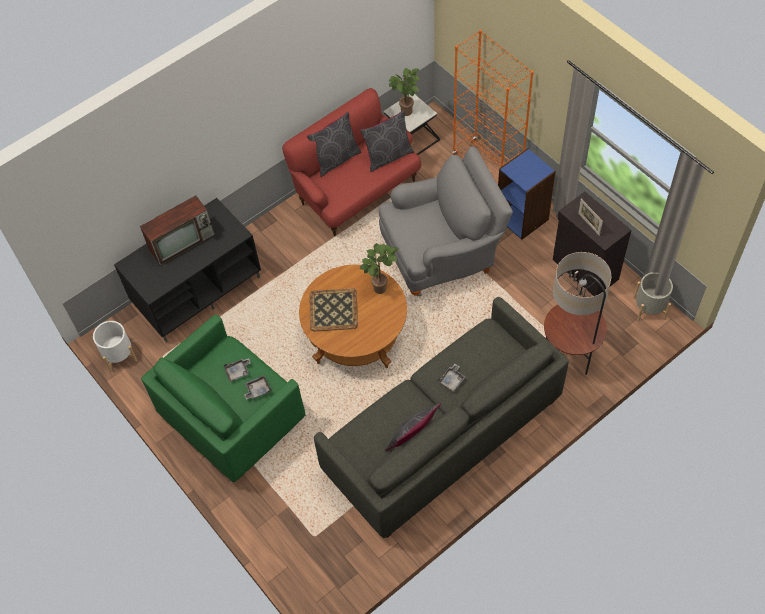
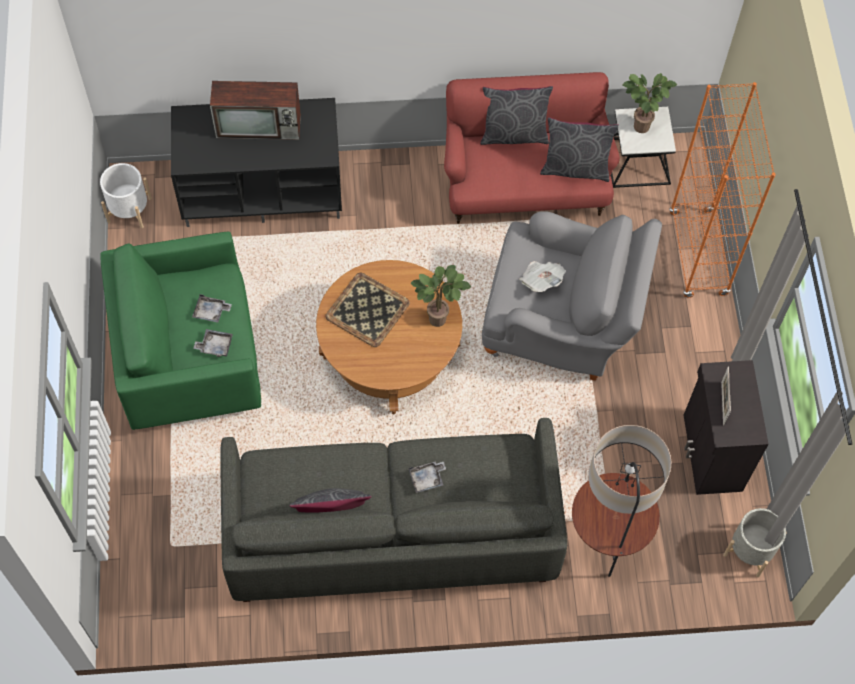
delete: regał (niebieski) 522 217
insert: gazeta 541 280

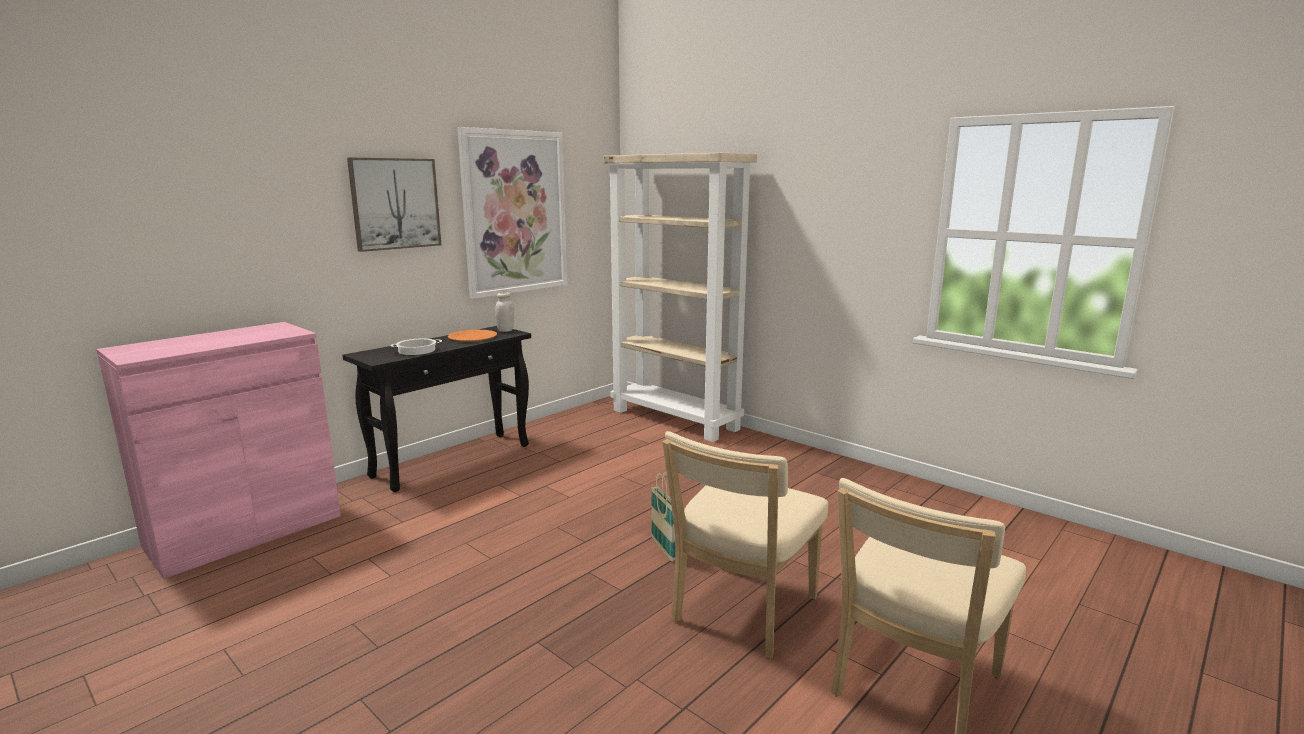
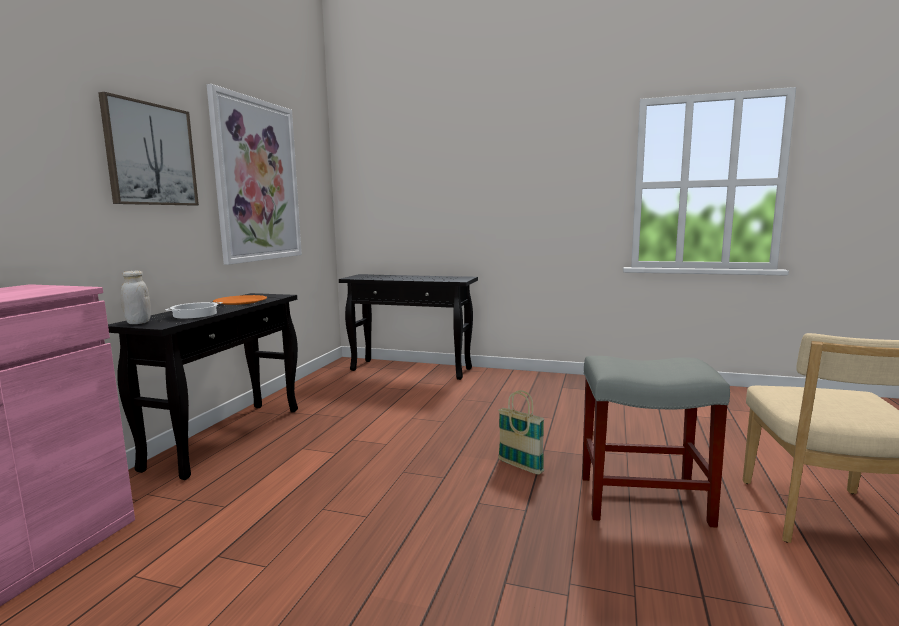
move: słoik (biały) 505 330 to 138 322
replace: regał (beżowy) 676 419 to stolik konsolowy (czarny) 412 369; krzesło (beżowy) 741 613 to stołek (szary) 641 500

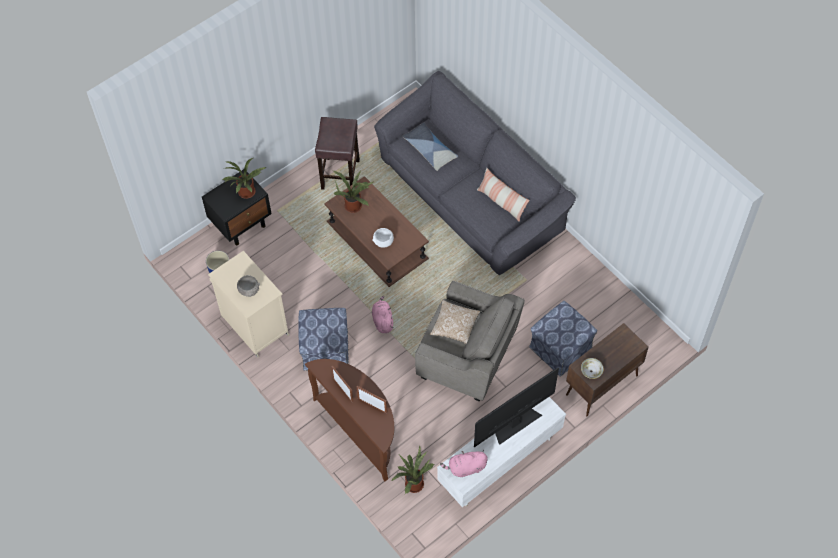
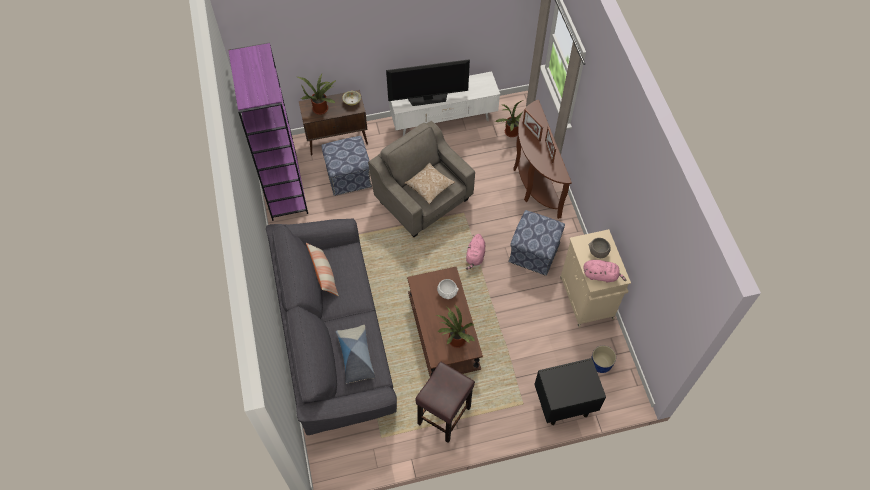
insert: regał (fioletowy) 284 188
move: roślina doniczkowa 246 194 to 321 108; pluszak (różowy) 465 468 to 601 275

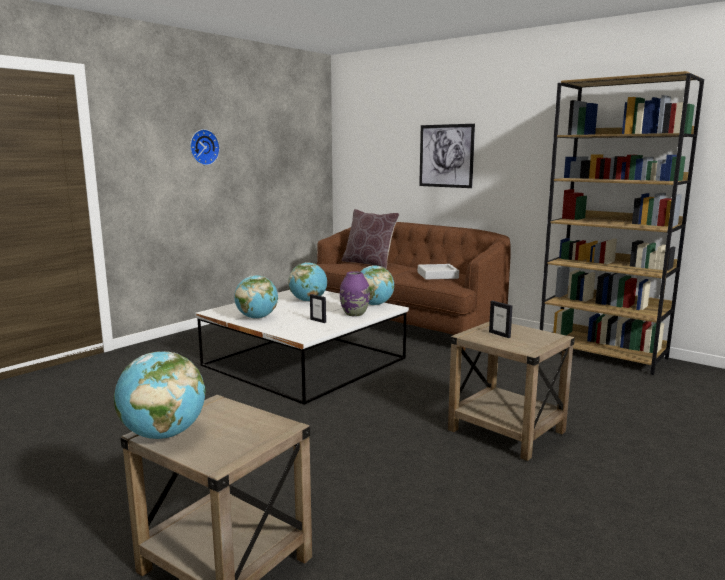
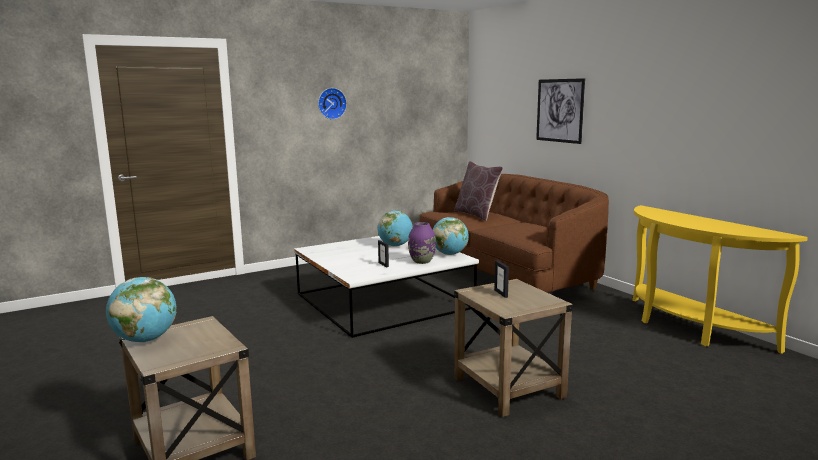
delete: globus 257 318; taca (szary) 437 275
replace: regał (brązowy) 602 354 to stolik konsolowy (żółty) 688 328

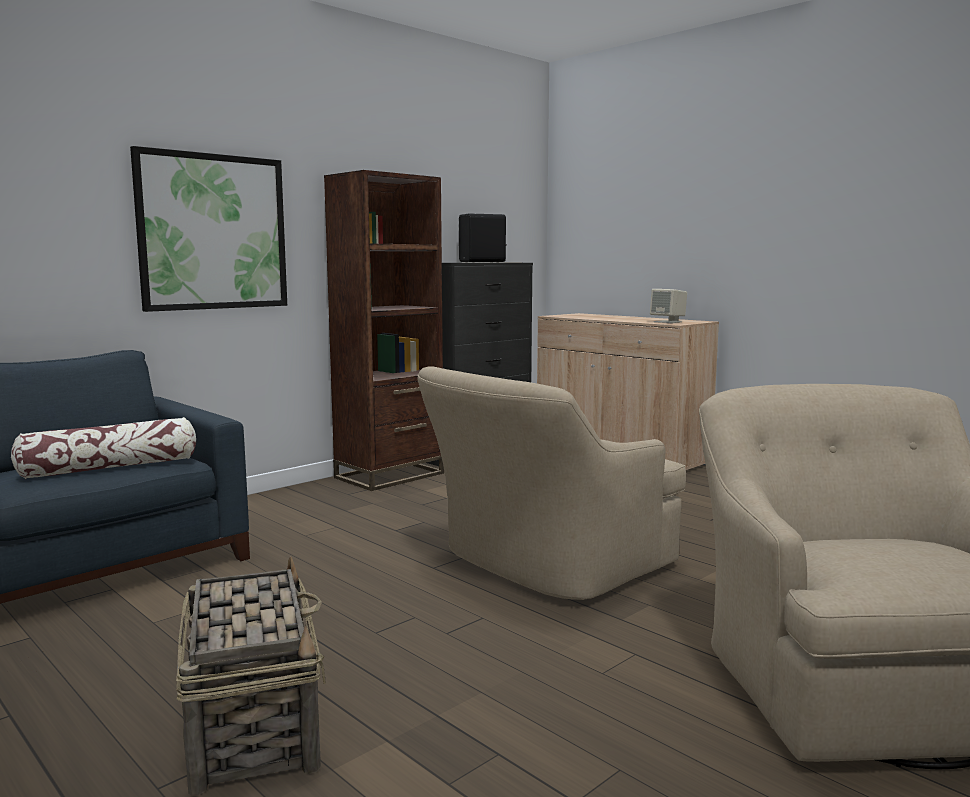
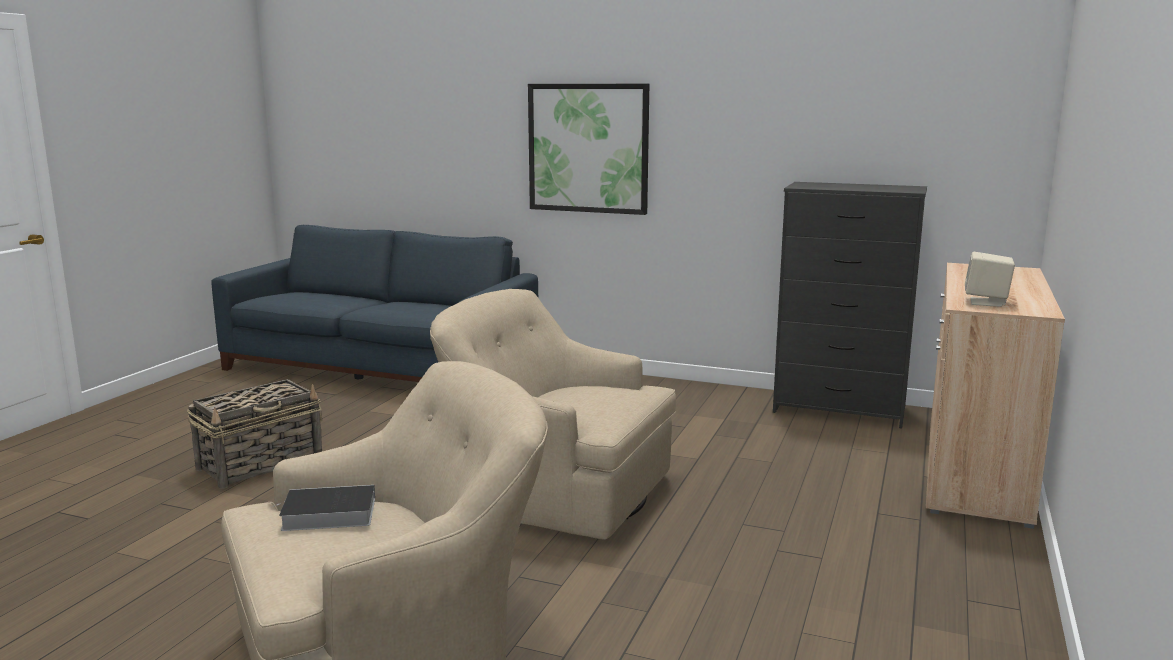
delete: poduszka 110 467; regał (brązowy) 390 475; głośnik (czarny) 483 262
insert: książka 326 514

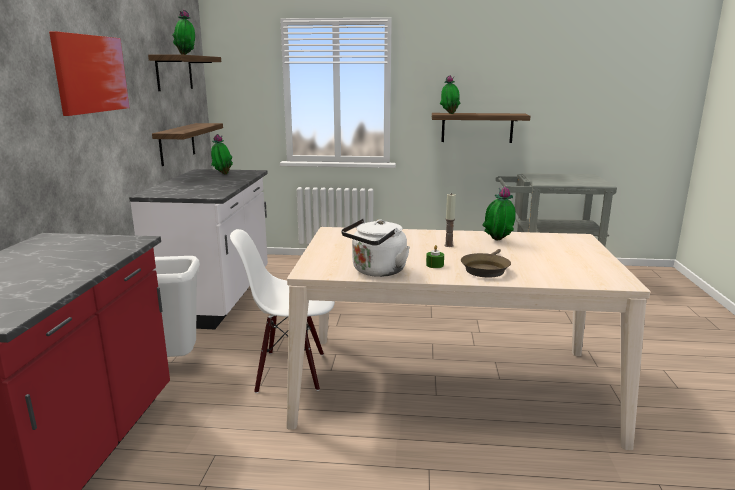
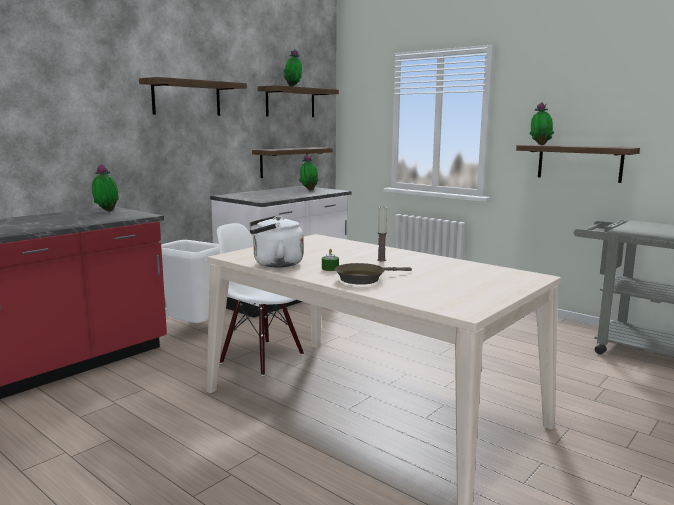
move: roślina doniczkowa 497 241 to 106 211
replace: obraz 91 74 to półka 186 98

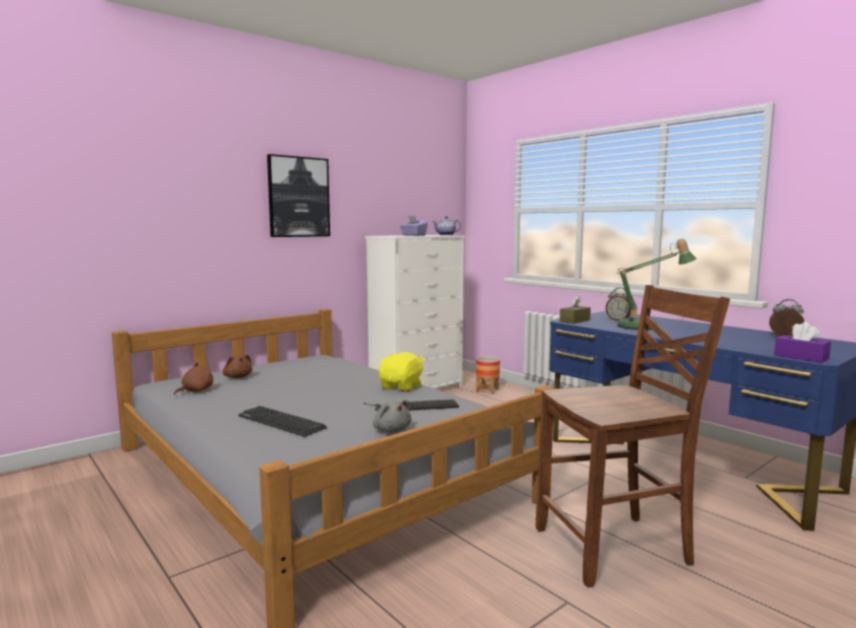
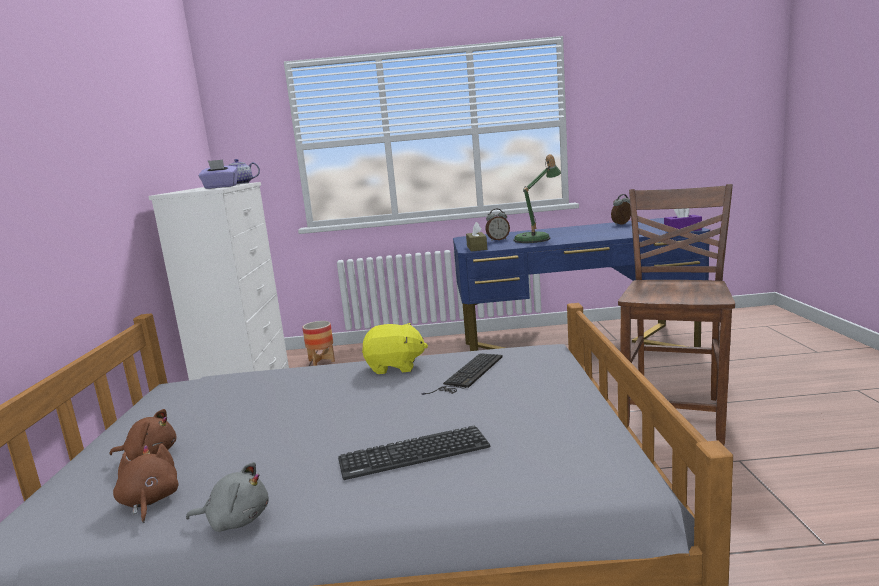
delete: obraz 298 197
move: pluszak (szary) 391 430 to 236 520
rotate: pluszak (żółty) 401 387 = 395 367 120 degrees clockwise

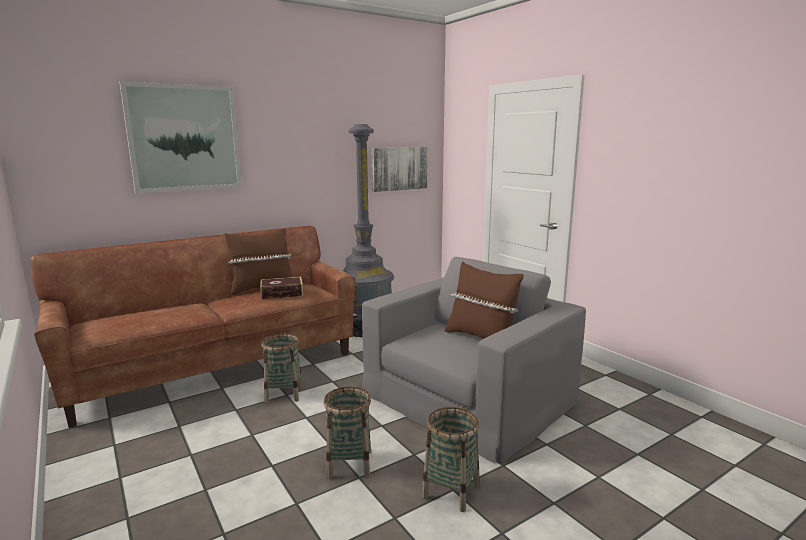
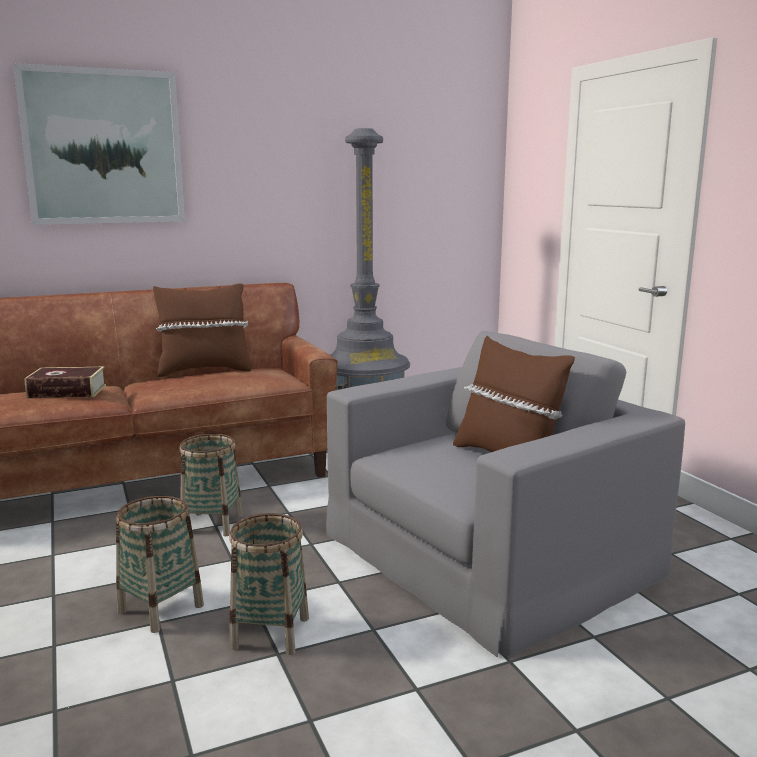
delete: obraz 399 168
move: książka 282 293 to 67 391; koszyk 450 491 to 160 608

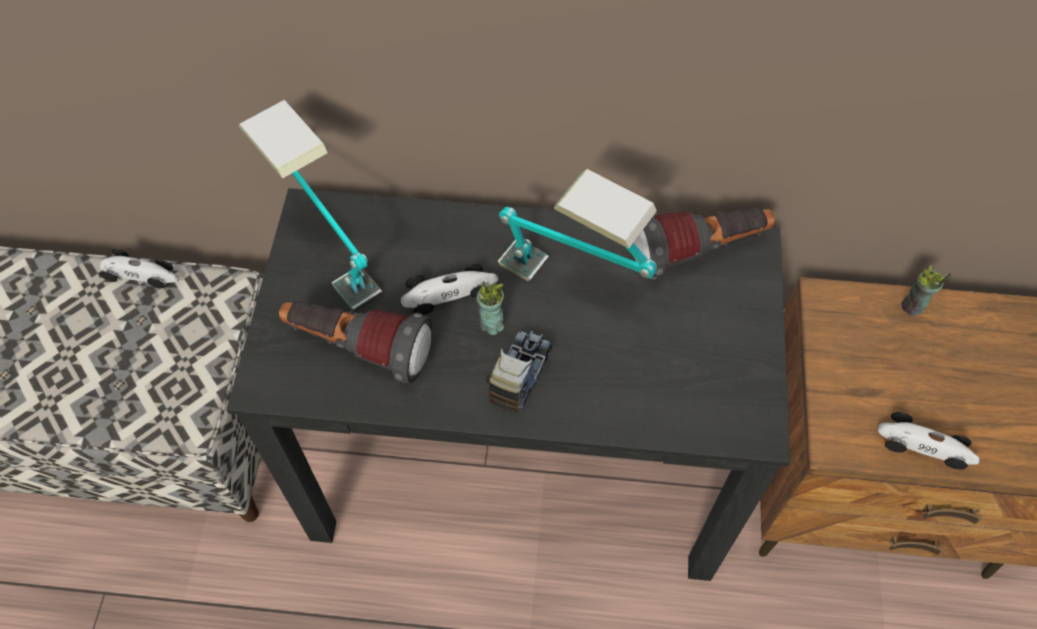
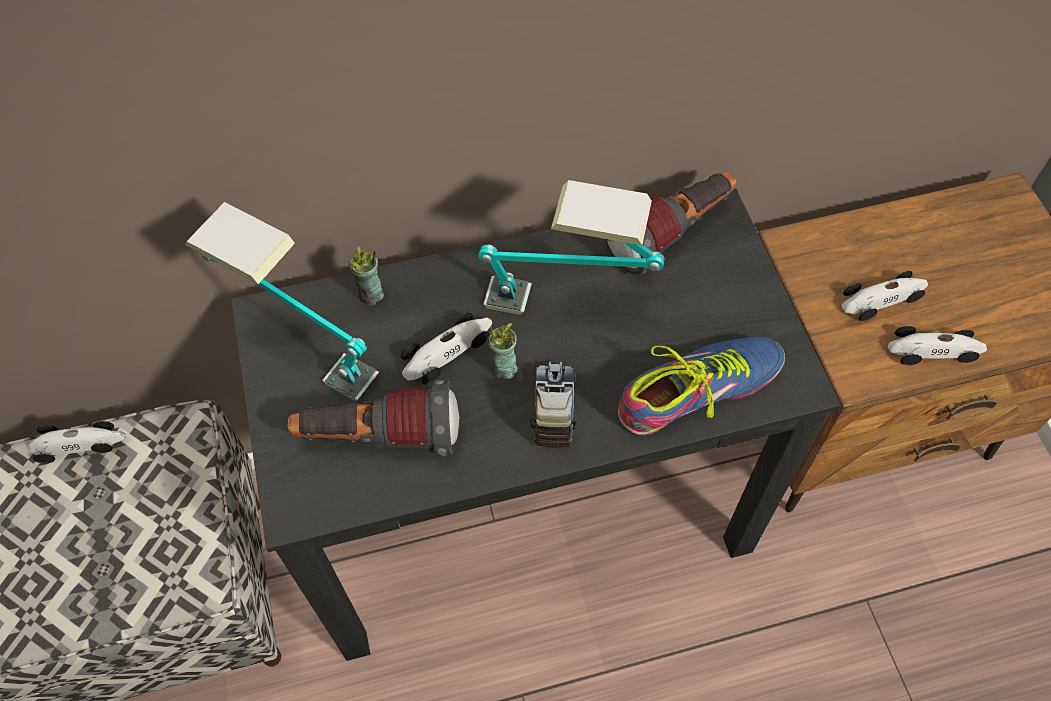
insert: but 697 390; samochodzik 883 299
move: filiżanka 912 307 to 371 295

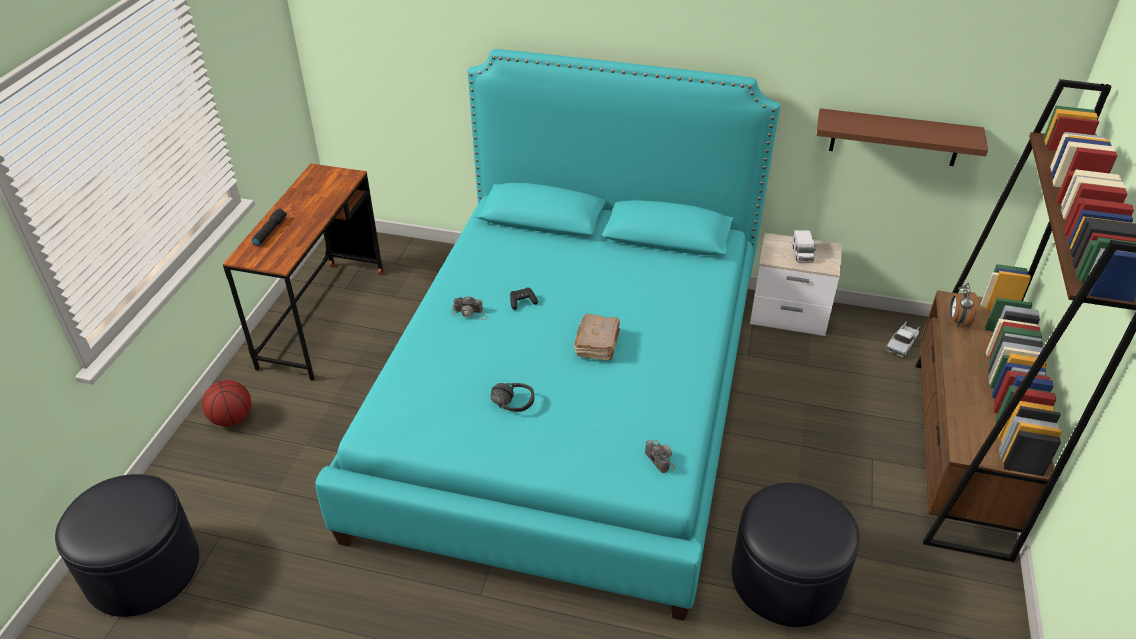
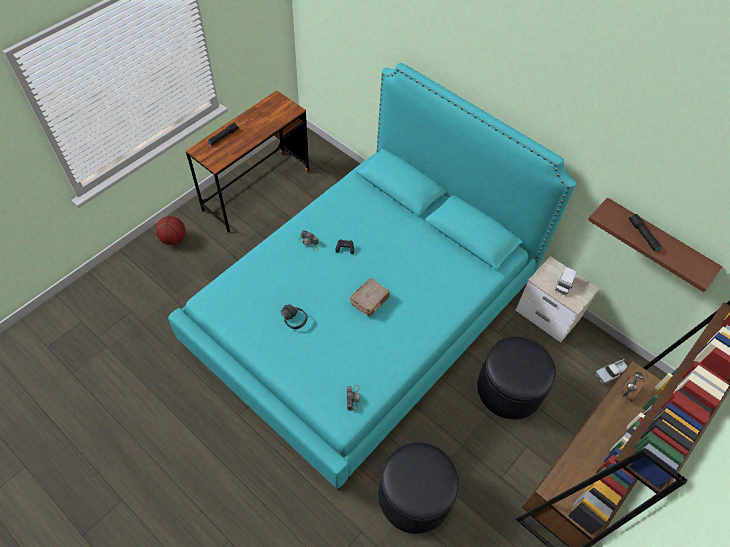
insert: latarka (czarny) 642 235
move: pufa (czarny) 143 568 to 509 388

